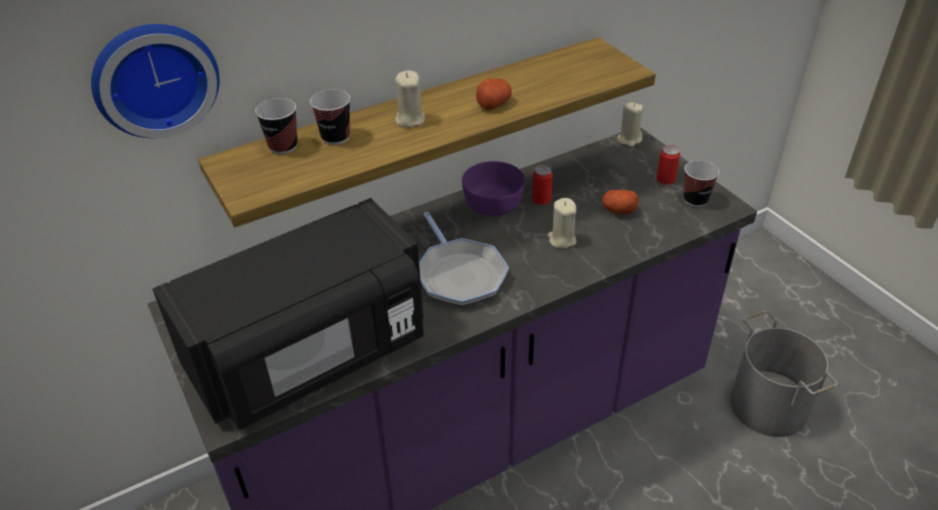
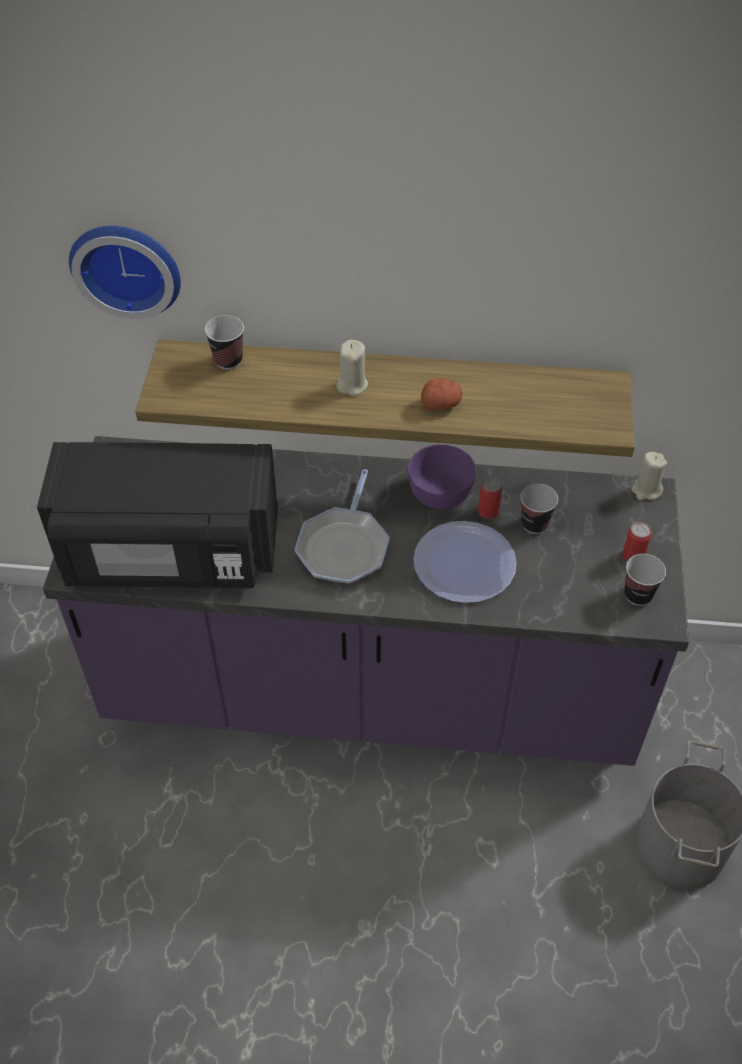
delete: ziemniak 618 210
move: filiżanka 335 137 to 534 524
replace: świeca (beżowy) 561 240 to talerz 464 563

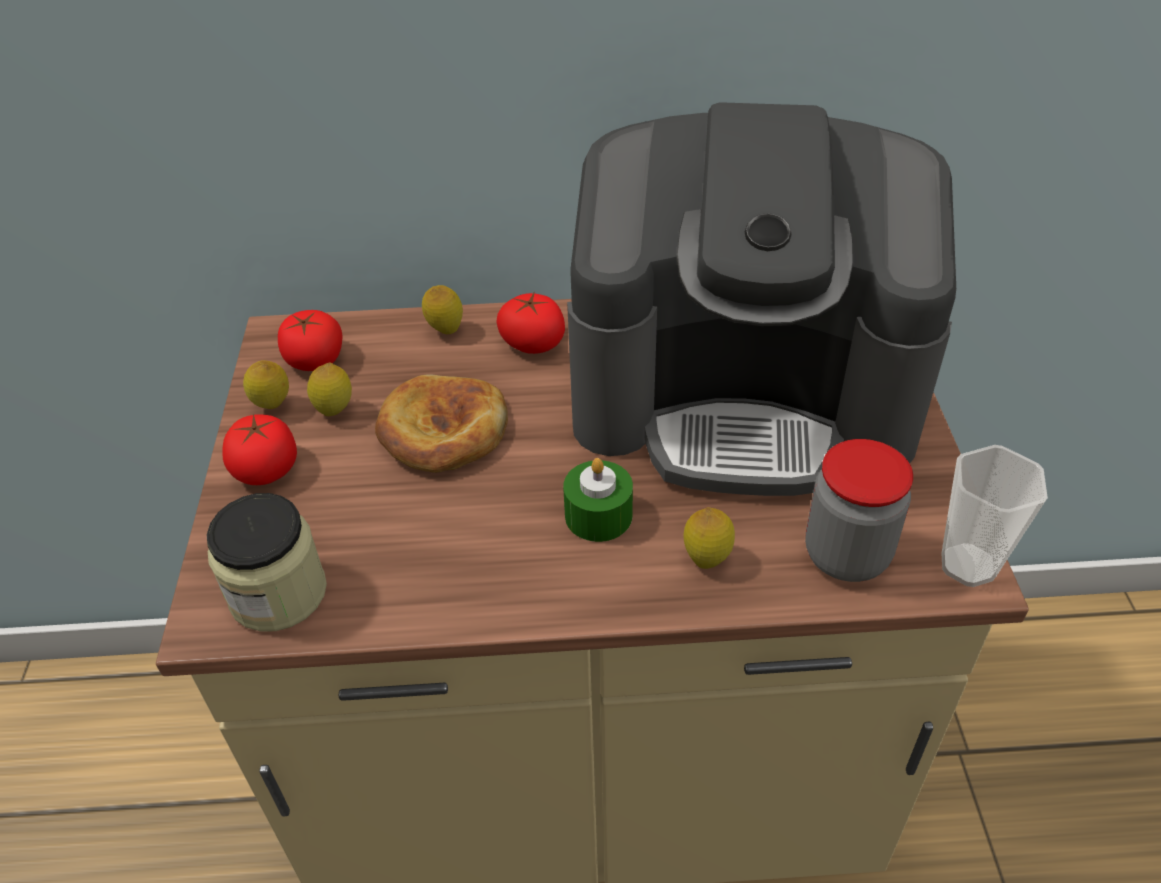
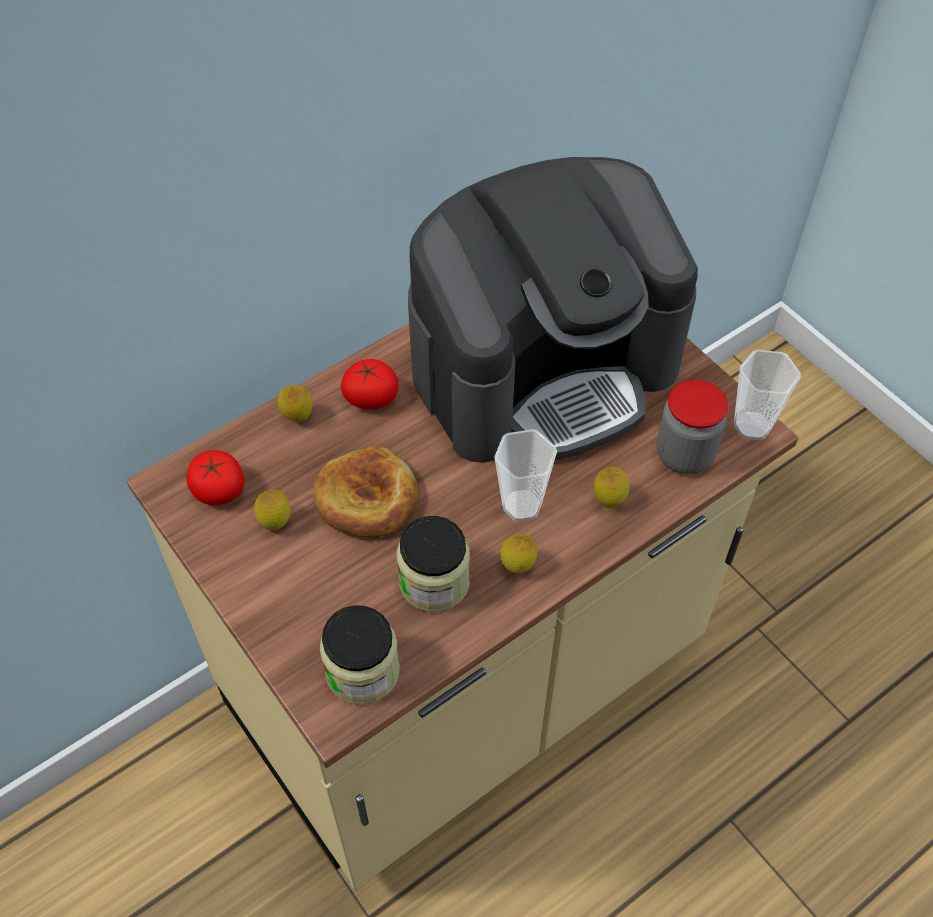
delete: pomidor 266 468
insert: słoik 434 582
move: cytryna 273 407 to 517 566
replace: świeca (zielony) 598 515 to filiżanka 522 505

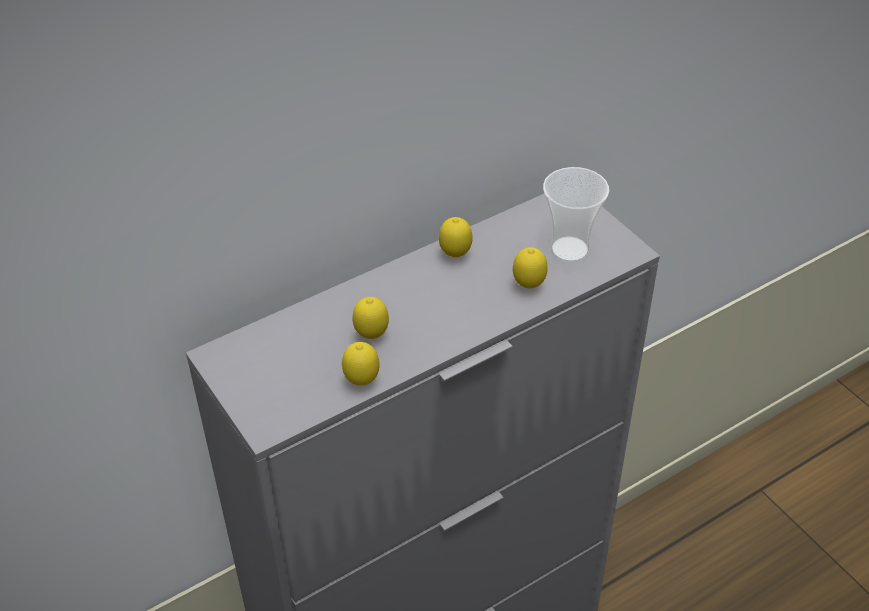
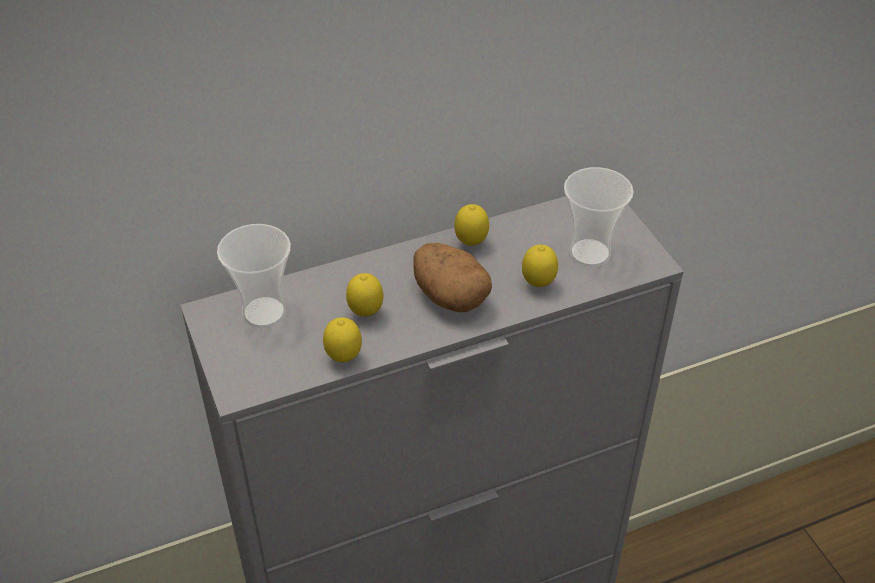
insert: filiżanka 264 313; ziemniak 450 296

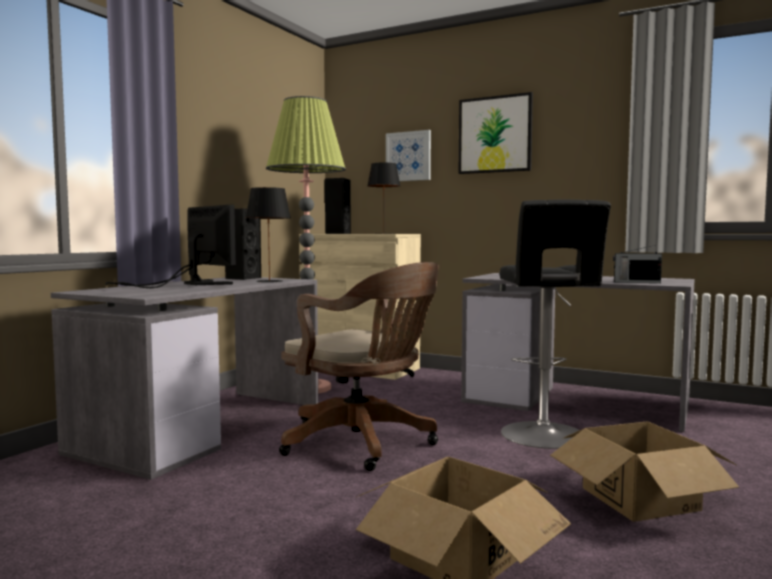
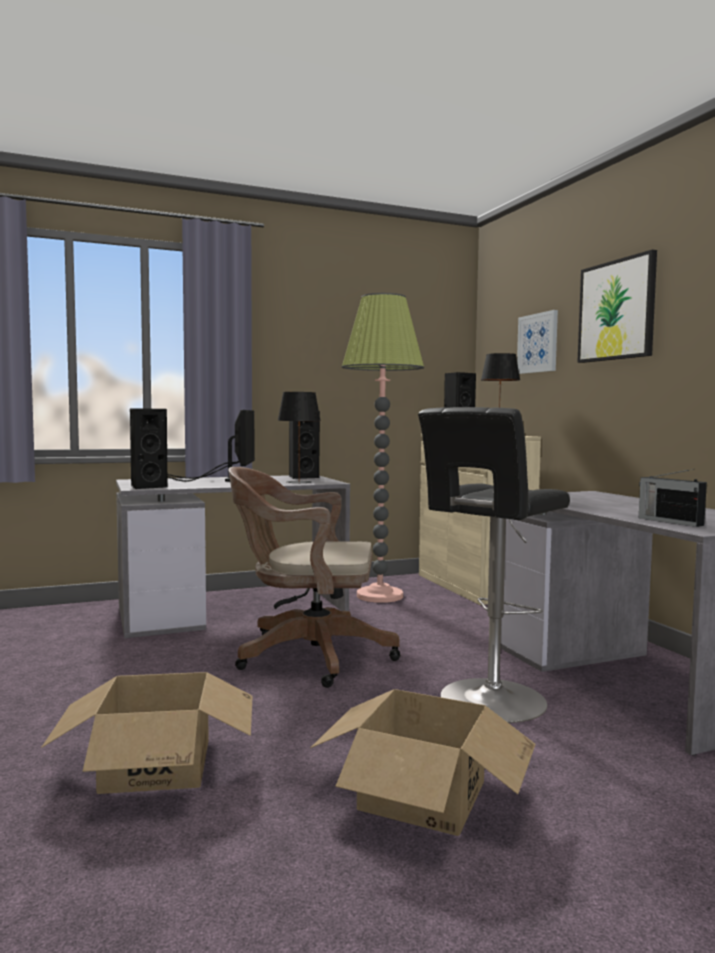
insert: głośnik (czarny) 147 487
rotate: krzesło biurowe (brązowy) 363 444 = 307 656 105 degrees clockwise

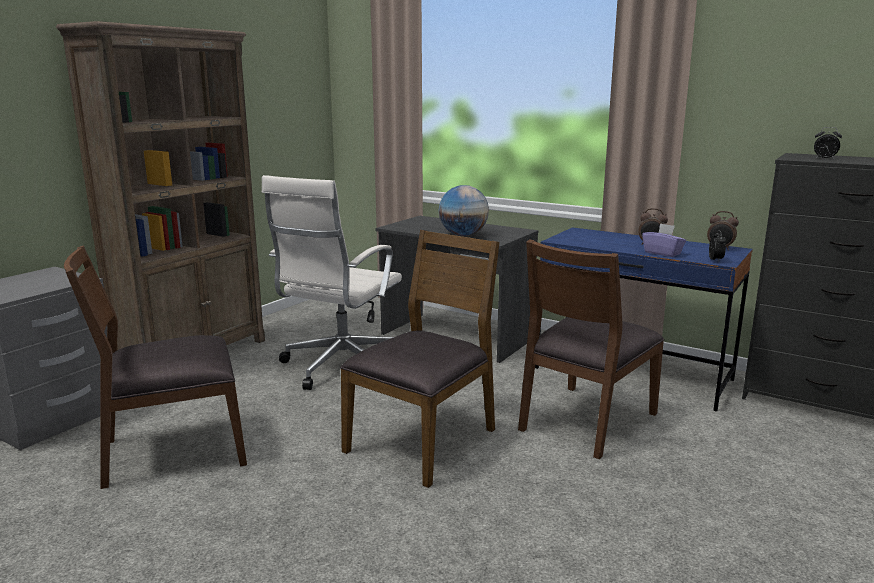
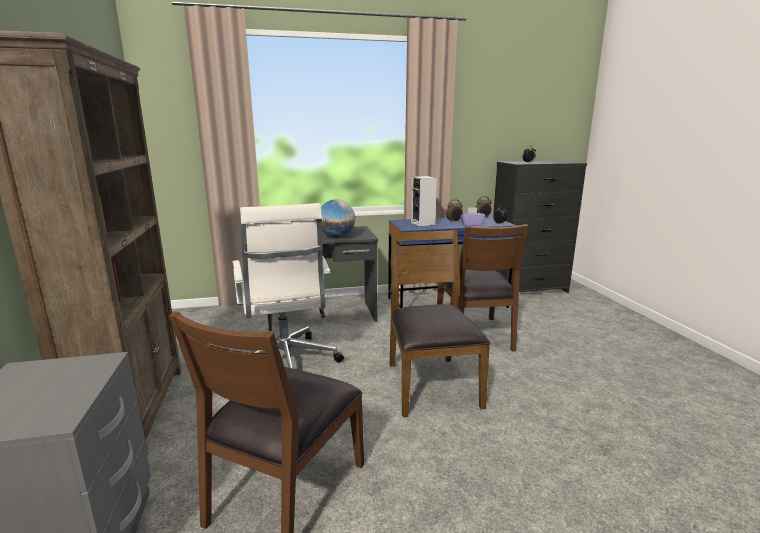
insert: głośnik 423 224

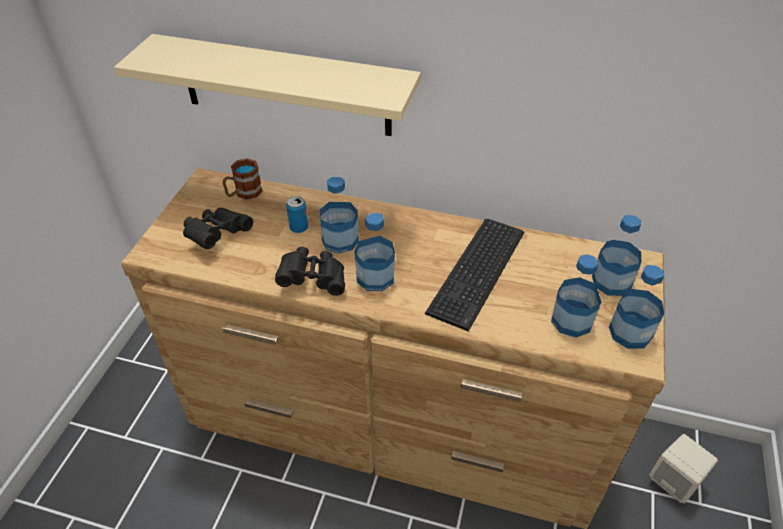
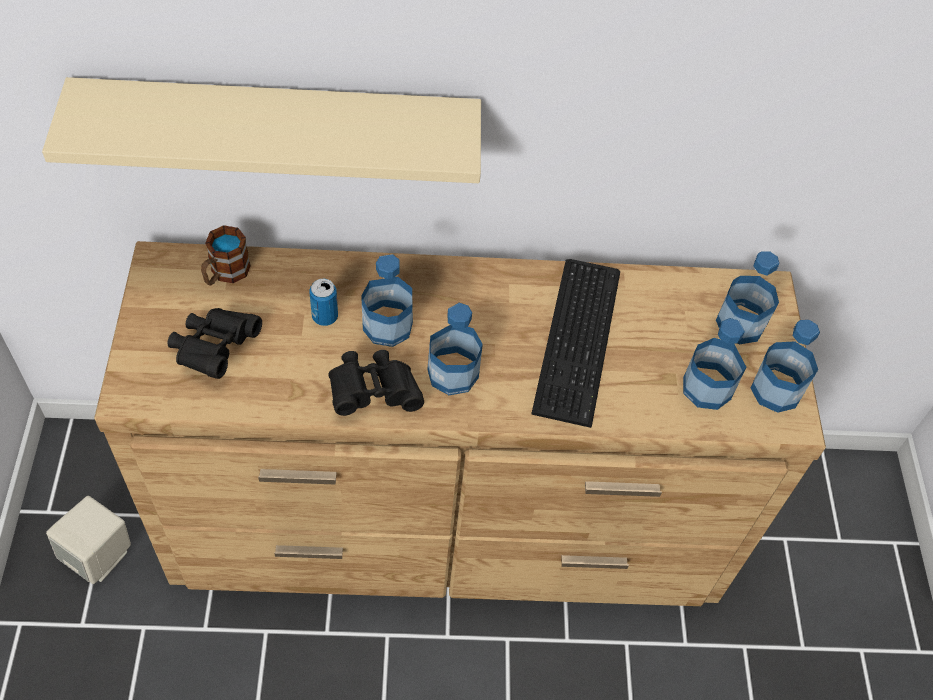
move: głośnik (beżowy) 674 481 to 99 555

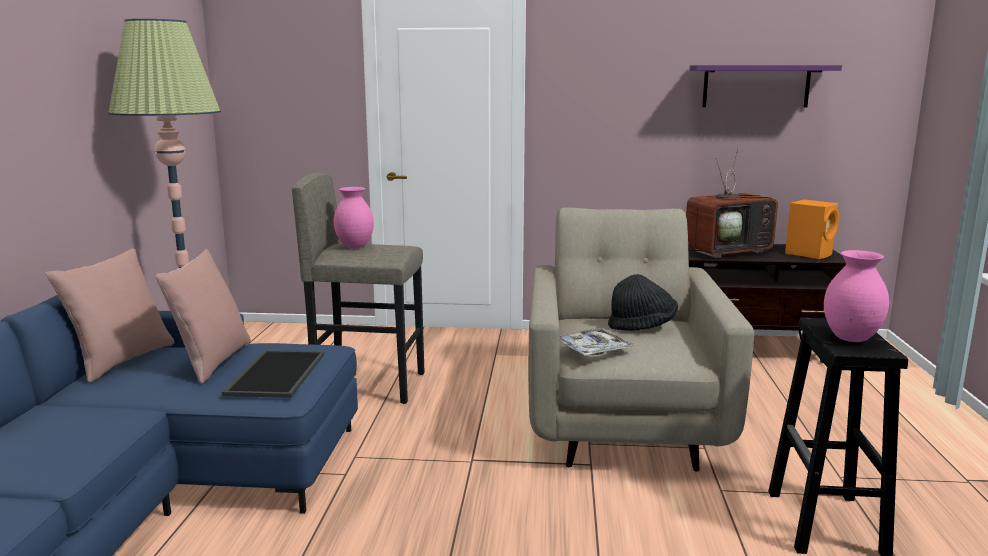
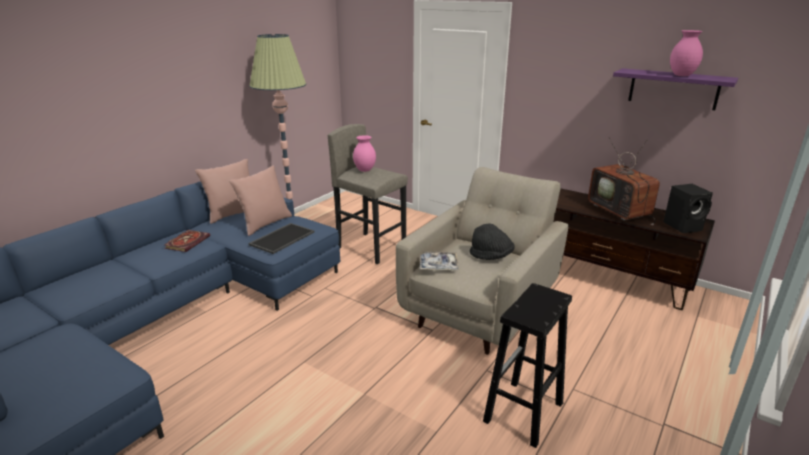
insert: książka 187 242
move: wazon (różowy) 850 338 to 681 75
recolor: głośnik (pomarańczowy) 809 254 to głośnik (czarny) 684 226
rotate: telewizor 728 251 = 621 211 60 degrees clockwise

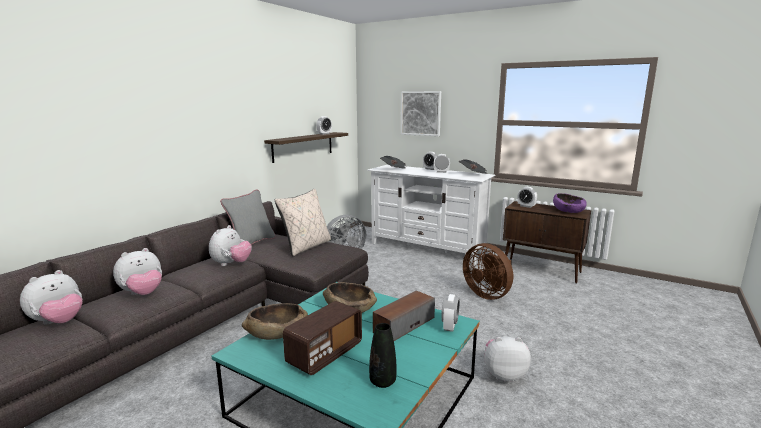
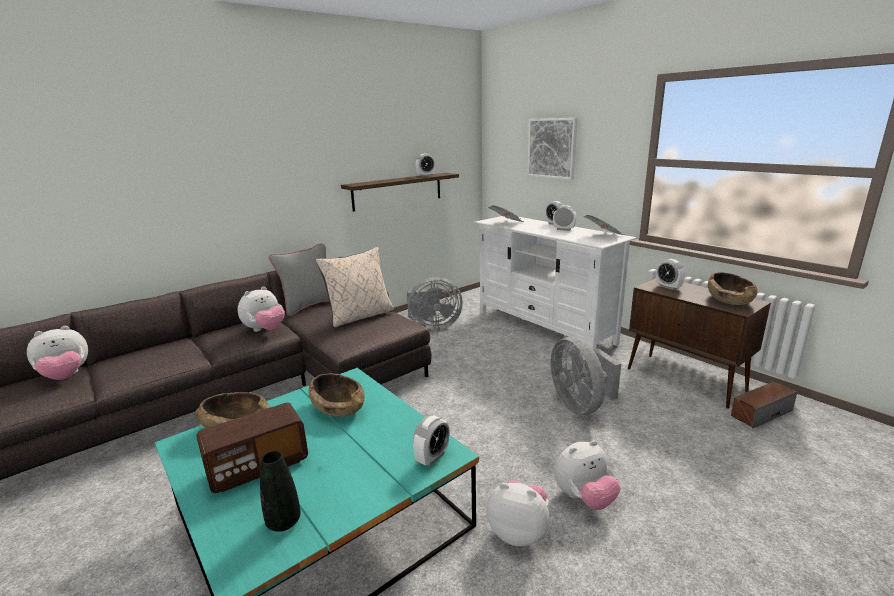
move: pluszak 143 293 to 584 498; głośnik 404 325 to 761 413
recolor: wentylator (brązowy) 488 294 to wentylator (szary) 580 405; miska (fioletowy) 568 211 to miska (brązowy) 729 300

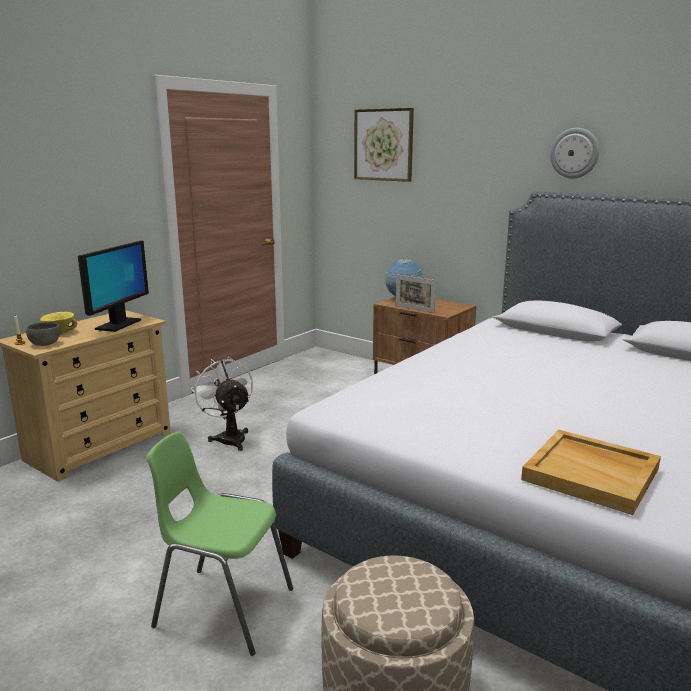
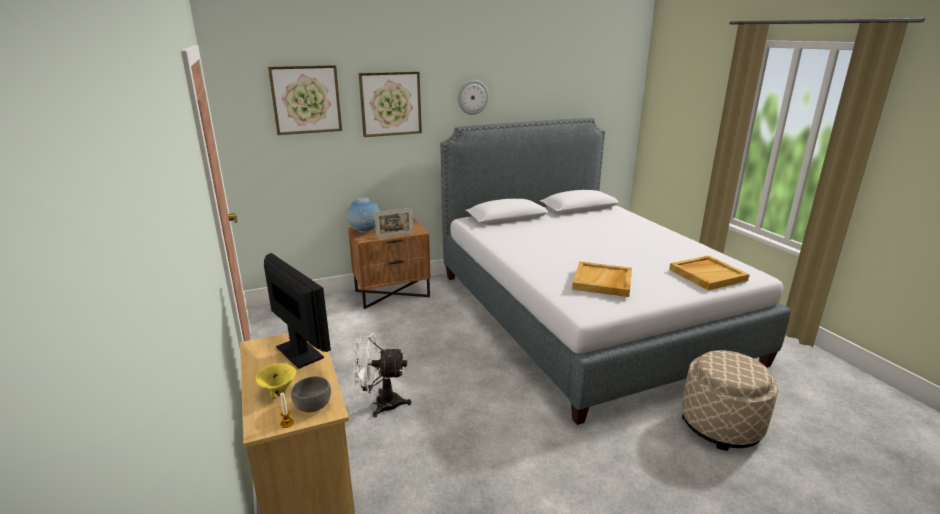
delete: krzesło (zielony) 223 607
insert: obraz 390 104; taca (beżowy) 603 282

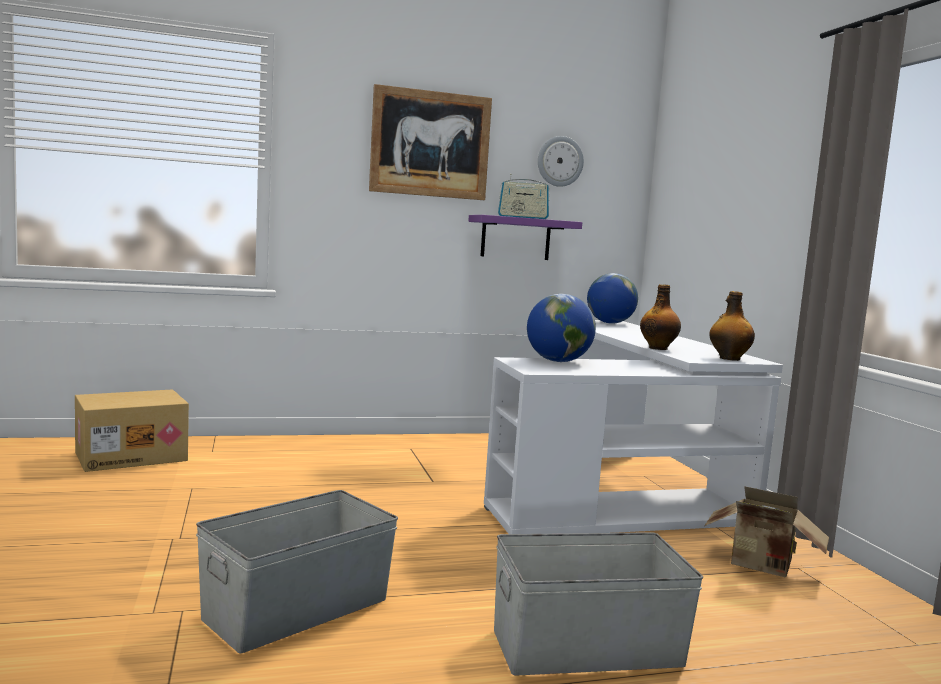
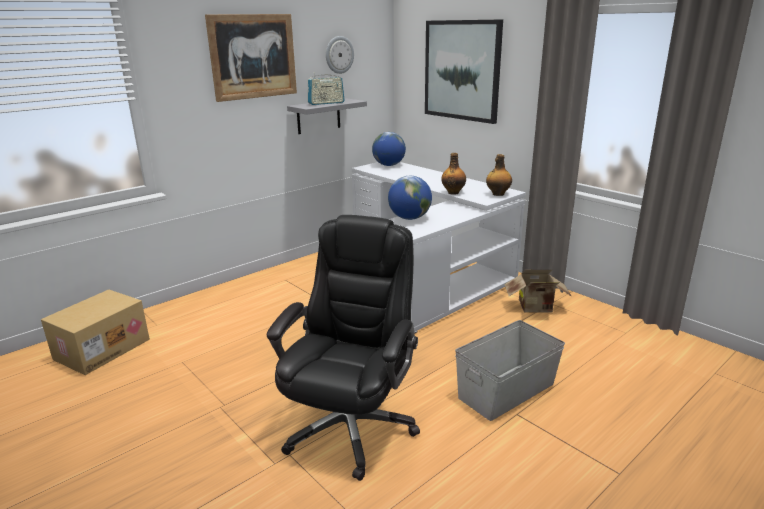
insert: obraz 462 70
replace: pojemnik do przechowywania (szary) 298 609 to krzesło biurowe (czarny) 351 426
recolor: półka (fioletowy) 515 238 to półka (szary) 318 116

